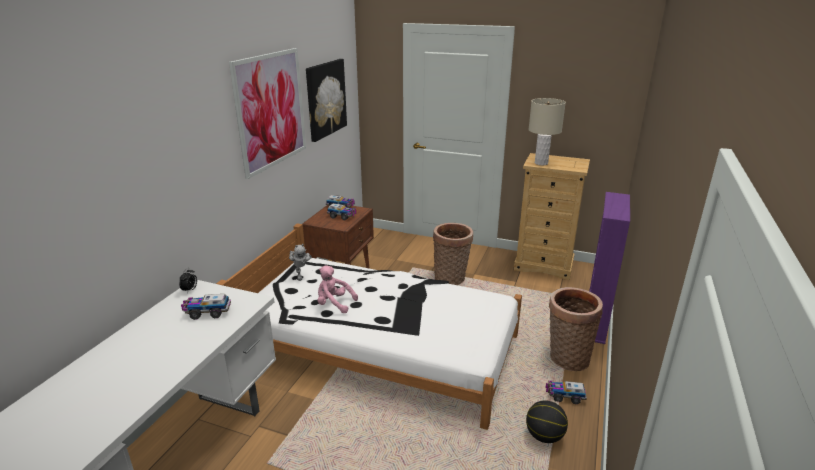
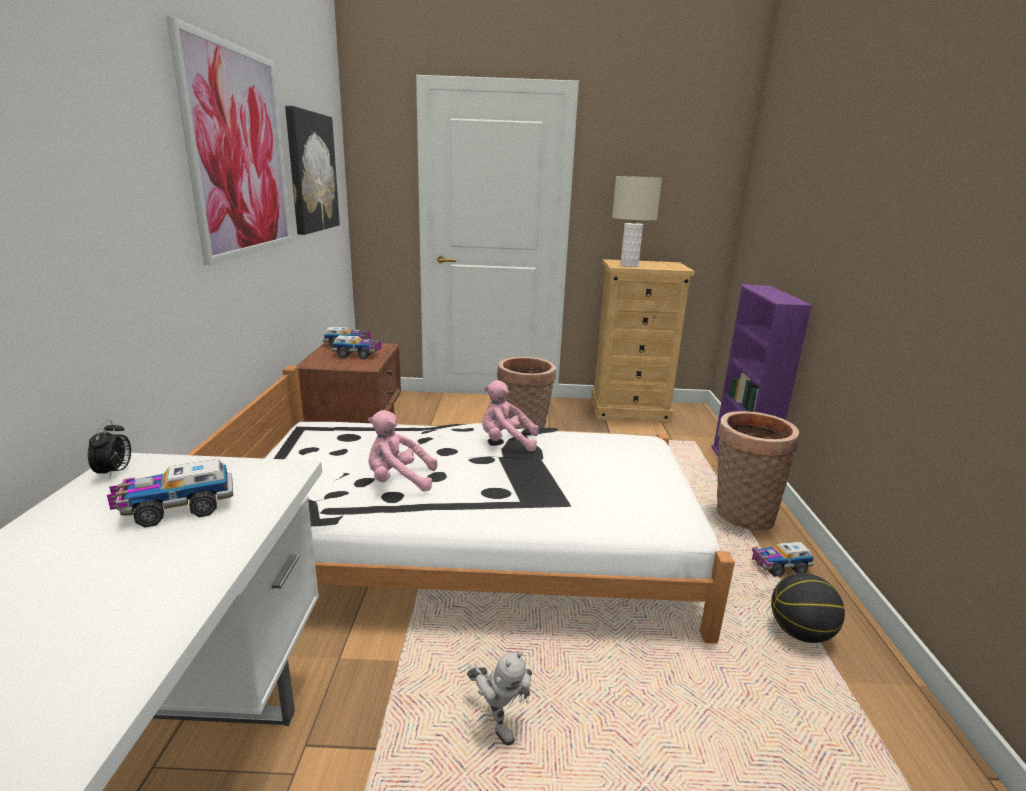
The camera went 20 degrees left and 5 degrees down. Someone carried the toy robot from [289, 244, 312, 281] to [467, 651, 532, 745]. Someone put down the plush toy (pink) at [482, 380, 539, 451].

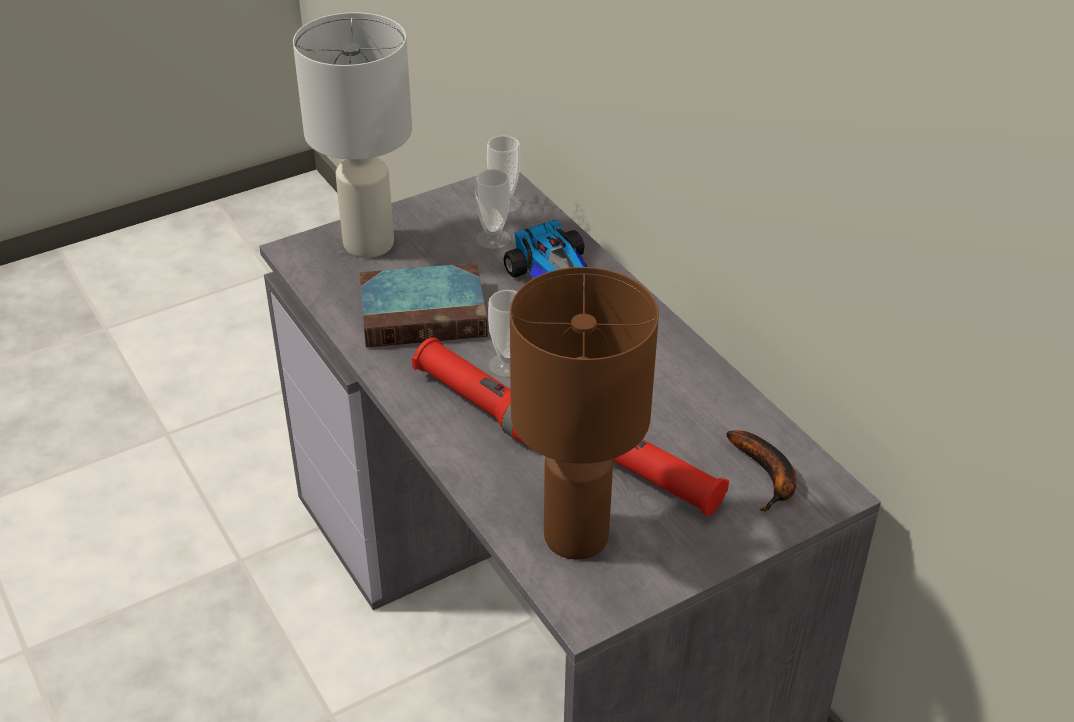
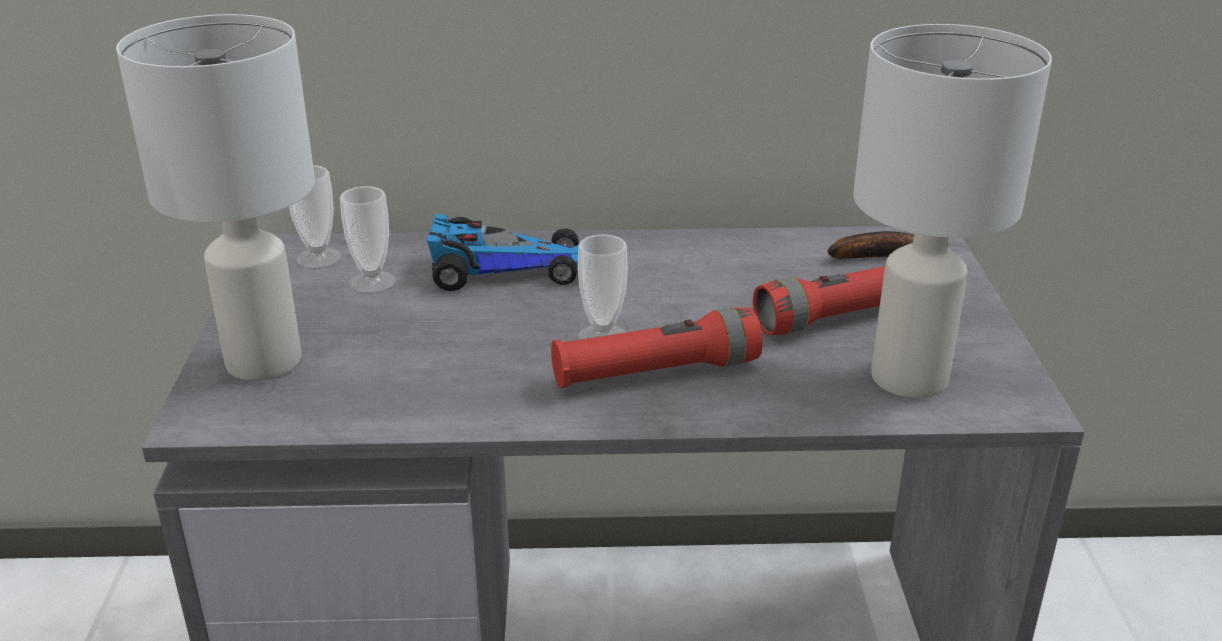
The camera went 60 degrees left and 10 degrees down. Someone repainted the table lamp (brown) at [510, 267, 659, 560], which became the table lamp (white) at [853, 24, 1052, 398]. Someone took away the book at [360, 263, 488, 347].

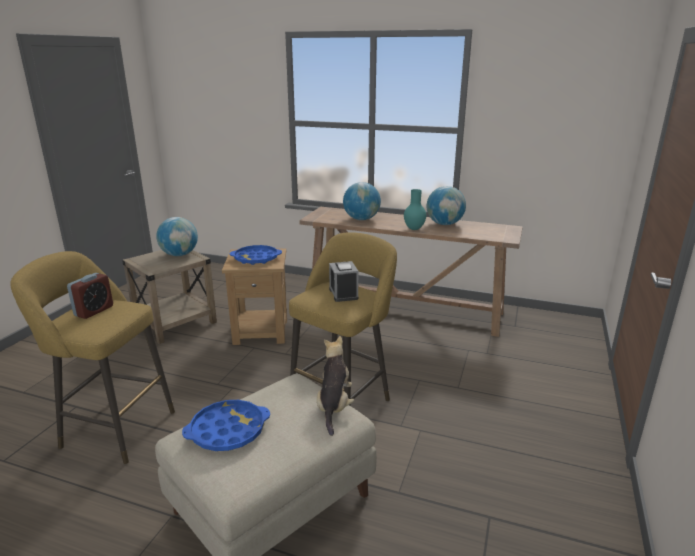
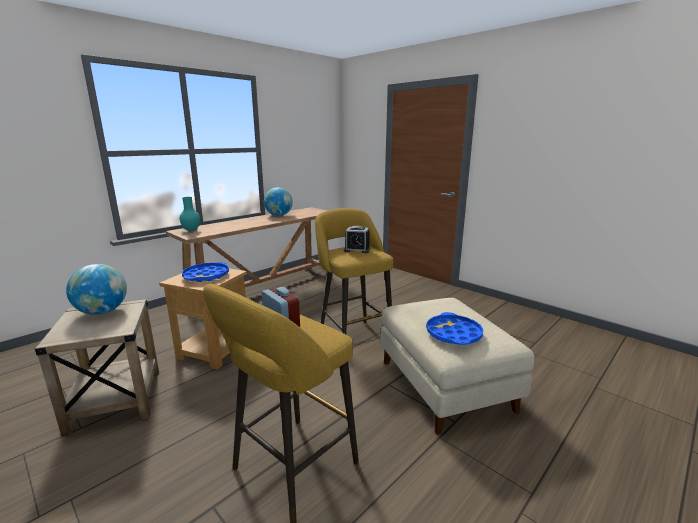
The camera went 65 degrees left and 5 degrees down. Someone carried the vase (turquoise) from [404, 189, 426, 230] to [180, 197, 200, 231]. Someone took away the plush toy at [317, 336, 355, 436]. Someone took away the globe at [343, 182, 381, 220].

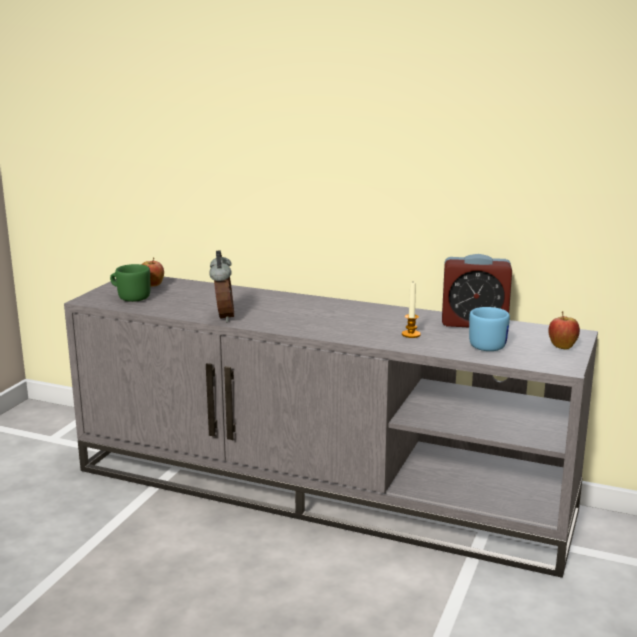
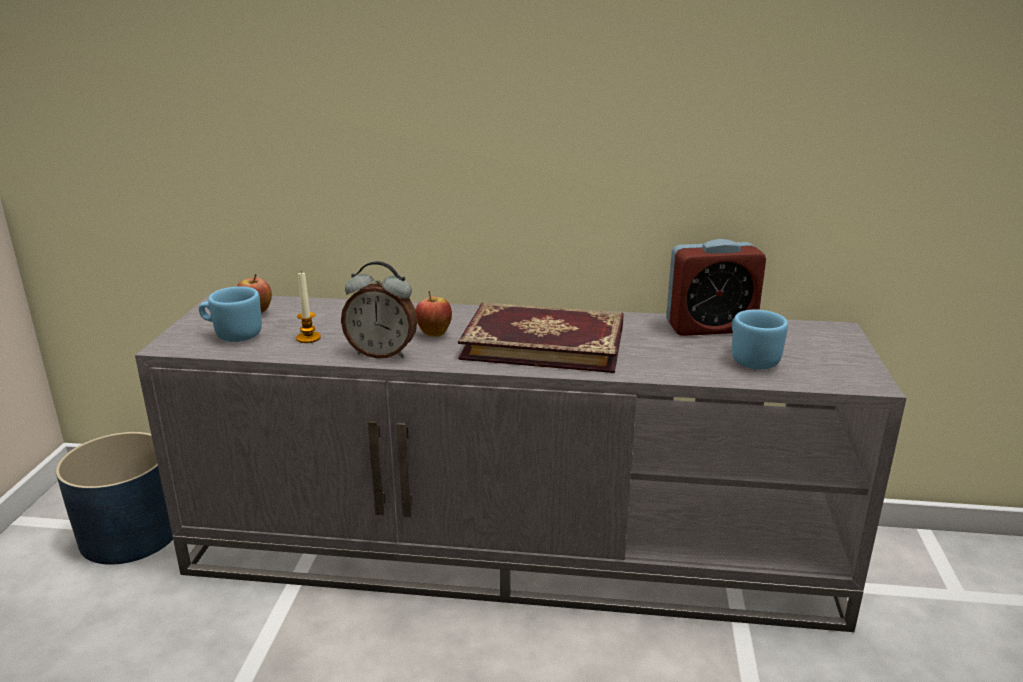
The camera went 15 degrees left and 5 degrees up. Someone put down the planter (blue) at [56, 432, 173, 565]. Someone repainted the mug (green) at [110, 264, 150, 302], which became the mug (blue) at [199, 286, 262, 342]. Someone carried the candle from [402, 283, 421, 338] to [296, 272, 321, 343]. Someone rotated the alarm clock at [209, 250, 234, 322] by 120 degrees clockwise. Someone carried the apple from [548, 311, 580, 350] to [416, 291, 452, 337]. Someone put down the book at [458, 302, 624, 373].

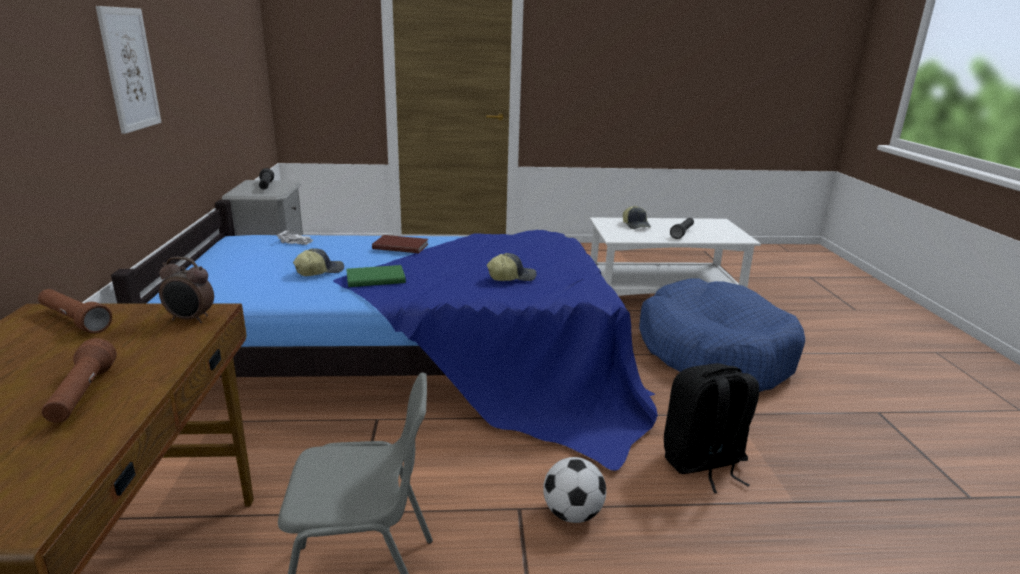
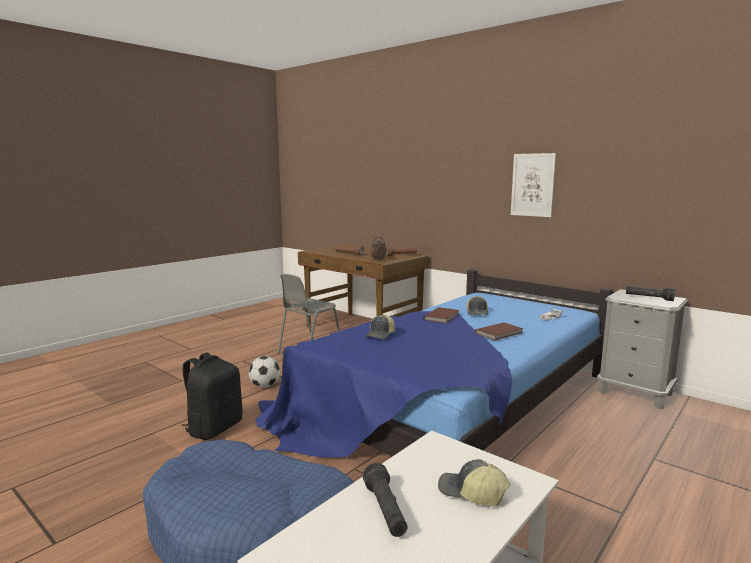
The camera went 135 degrees right and 10 degrees down. Someone repainted the book (green) at [346, 265, 406, 287], which became the book (brown) at [424, 307, 459, 323].

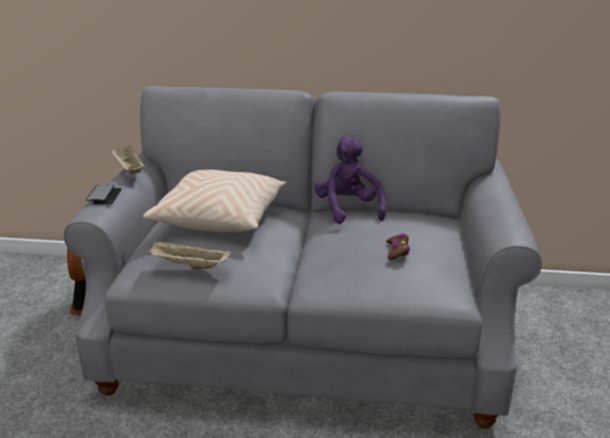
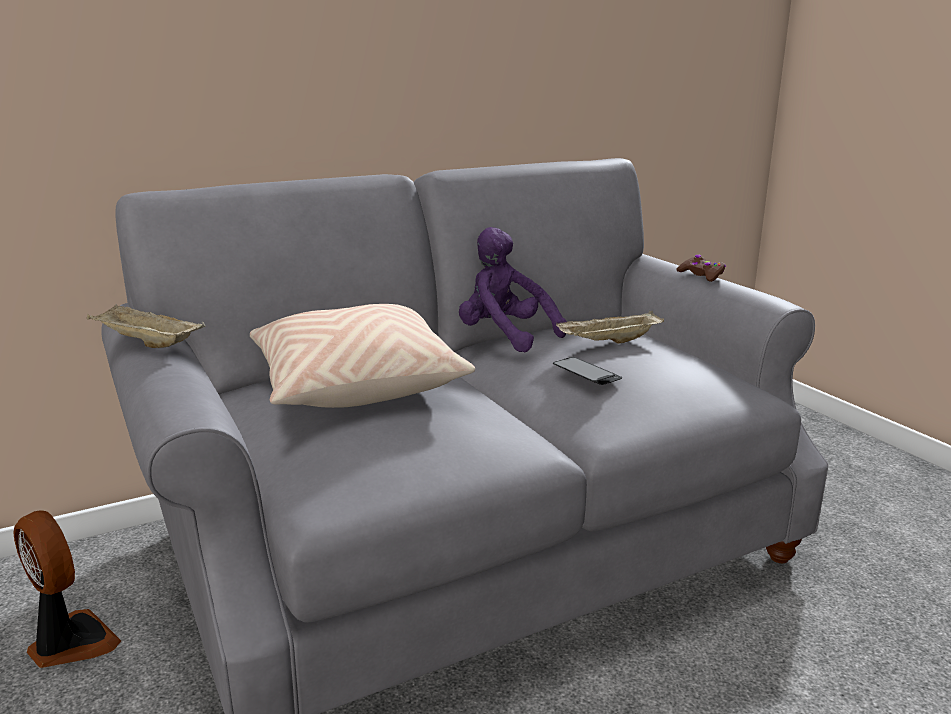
The camera went 35 degrees left and 5 degrees down. Someone carried the phone from [86, 185, 122, 204] to [553, 357, 622, 385]. Someone carried the tray (beige) from [147, 240, 232, 269] to [556, 311, 664, 344]. Someone carried the game controller (brown) from [386, 233, 410, 260] to [677, 255, 726, 282].

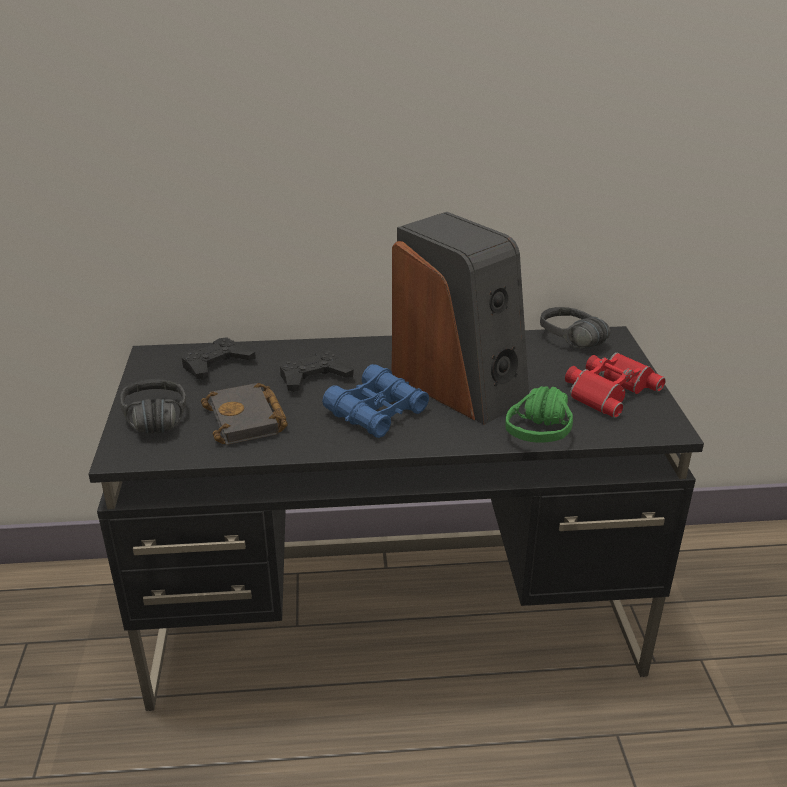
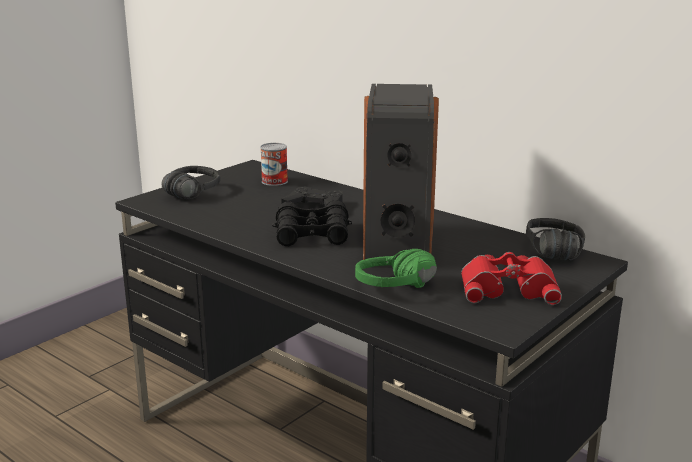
The camera went 45 degrees right and 10 degrees down. Someone swapped the game controller (black) at [181, 337, 256, 380] for the can at [260, 143, 288, 186]. Someone repainted the binoculars (blue) at [322, 364, 429, 438], which became the binoculars (black) at [272, 200, 352, 246]. Someone took away the book (black) at [201, 383, 288, 445].

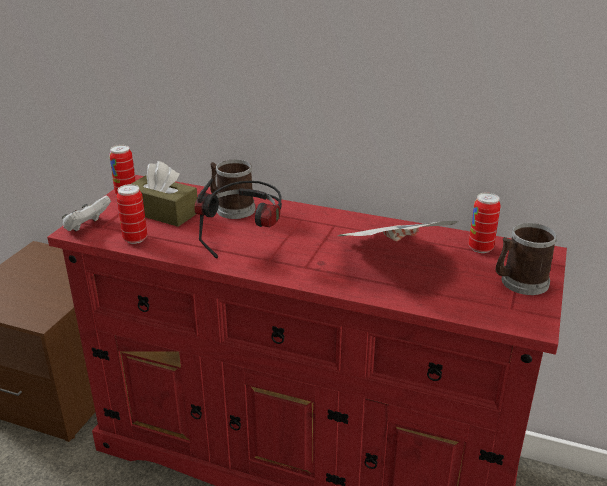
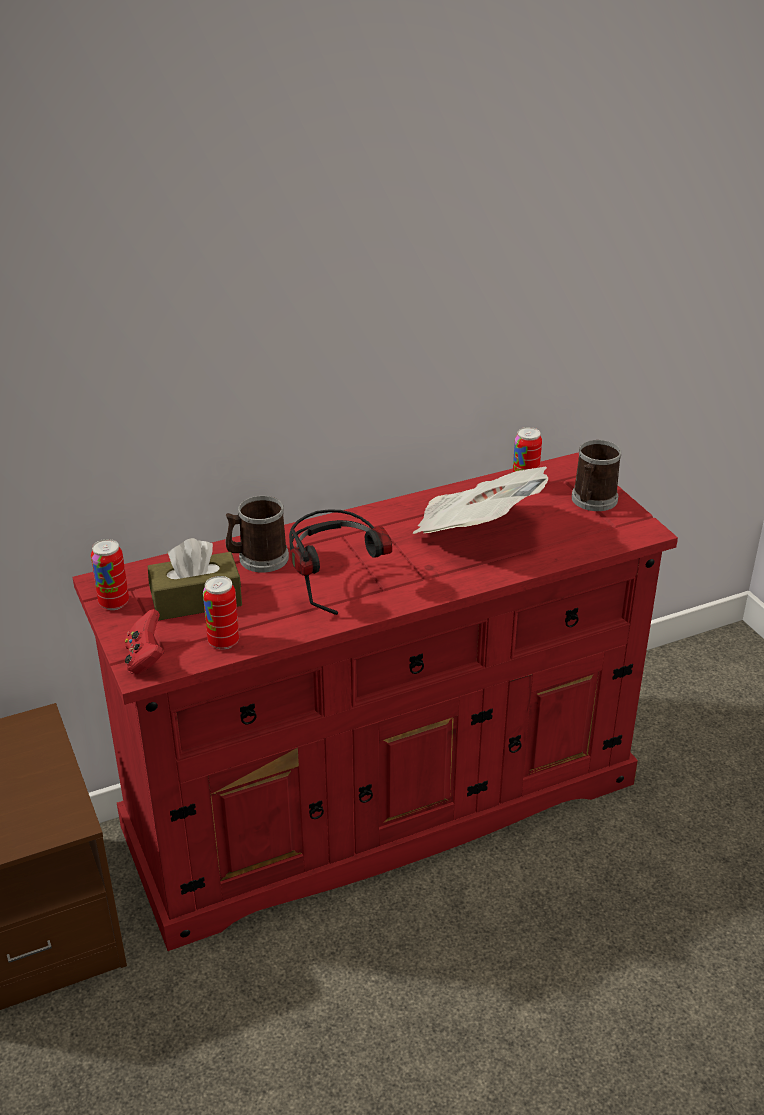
The camera went 45 degrees left and 5 degrees up. Someone repainted the game controller (white) at [62, 196, 111, 231], which became the game controller (red) at [125, 609, 164, 674].

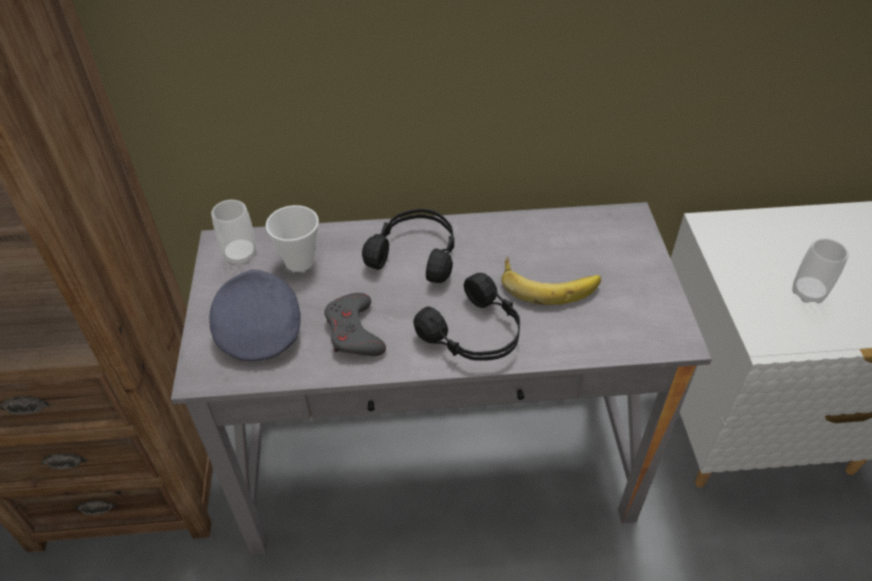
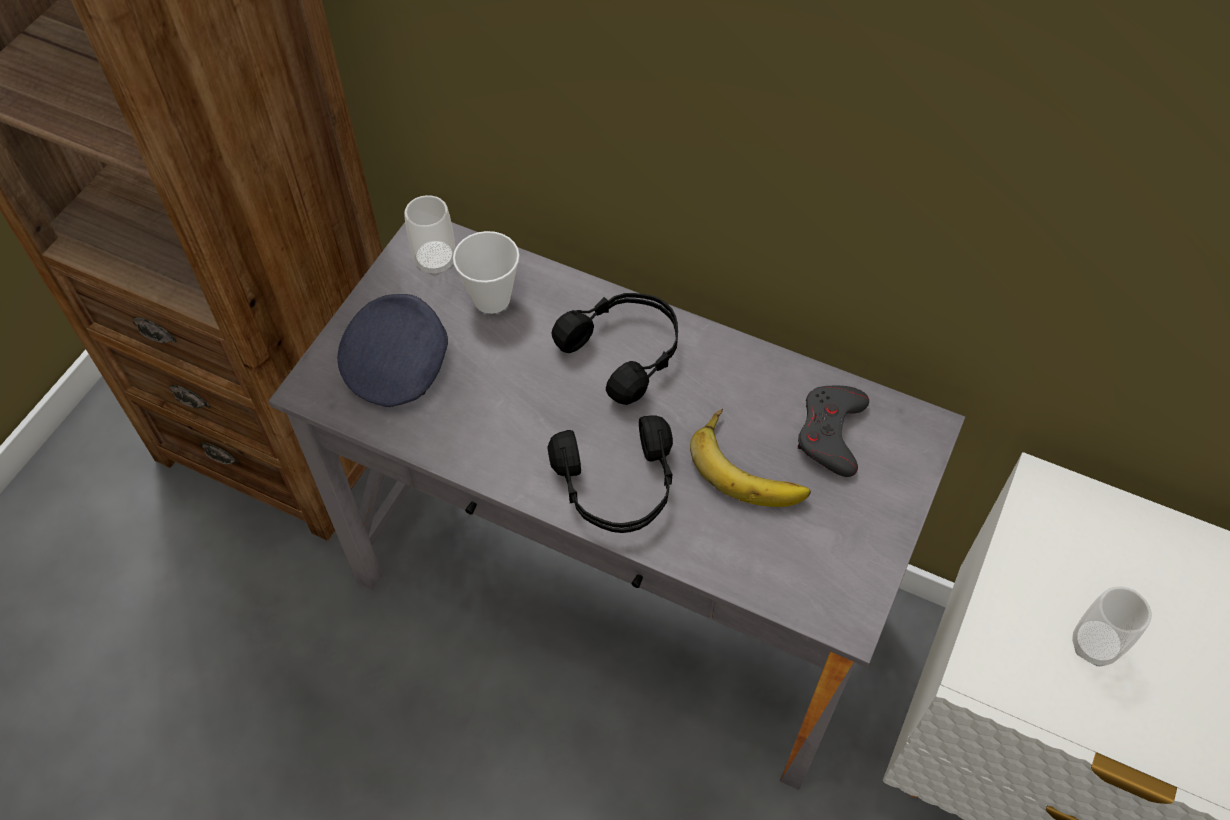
The camera went 30 degrees right and 10 degrees up. Someone carried the game controller (grey) from [324, 293, 386, 356] to [798, 386, 869, 477].

